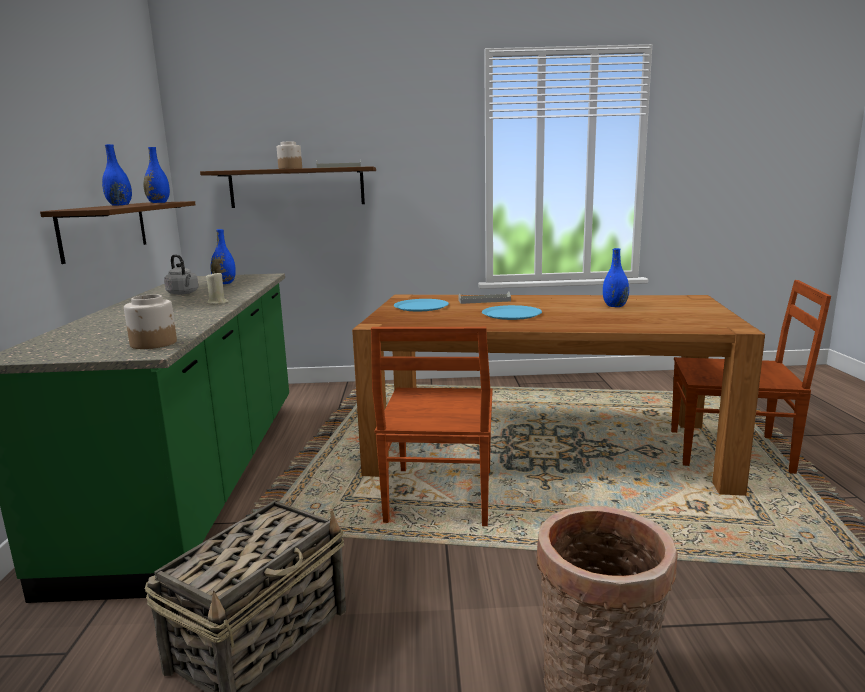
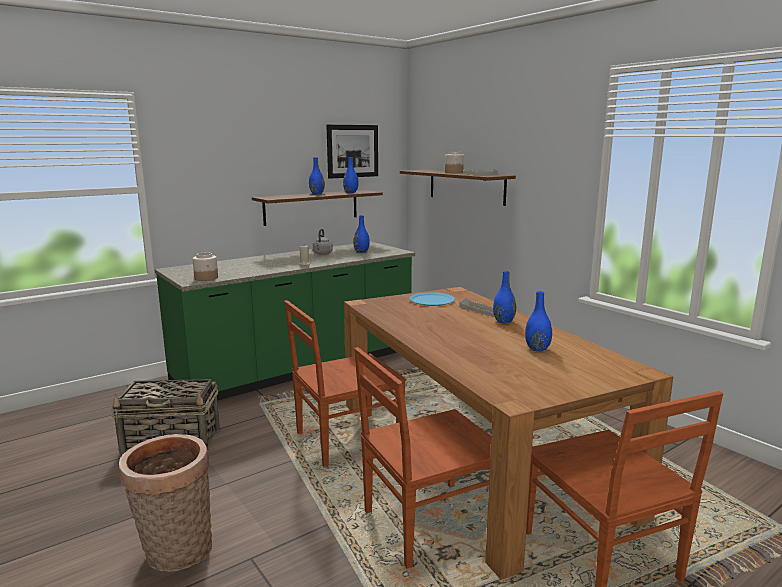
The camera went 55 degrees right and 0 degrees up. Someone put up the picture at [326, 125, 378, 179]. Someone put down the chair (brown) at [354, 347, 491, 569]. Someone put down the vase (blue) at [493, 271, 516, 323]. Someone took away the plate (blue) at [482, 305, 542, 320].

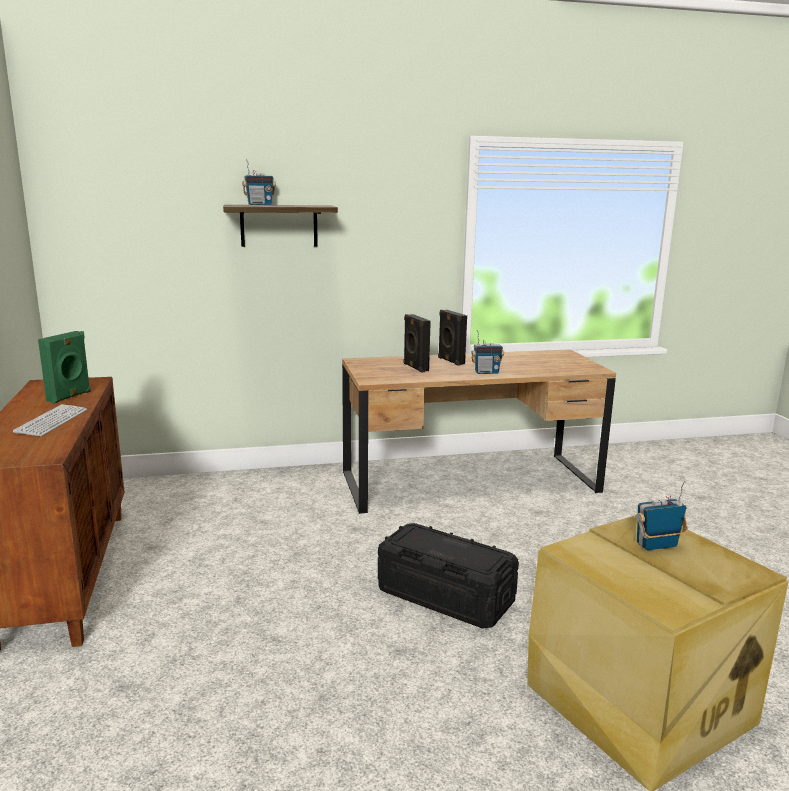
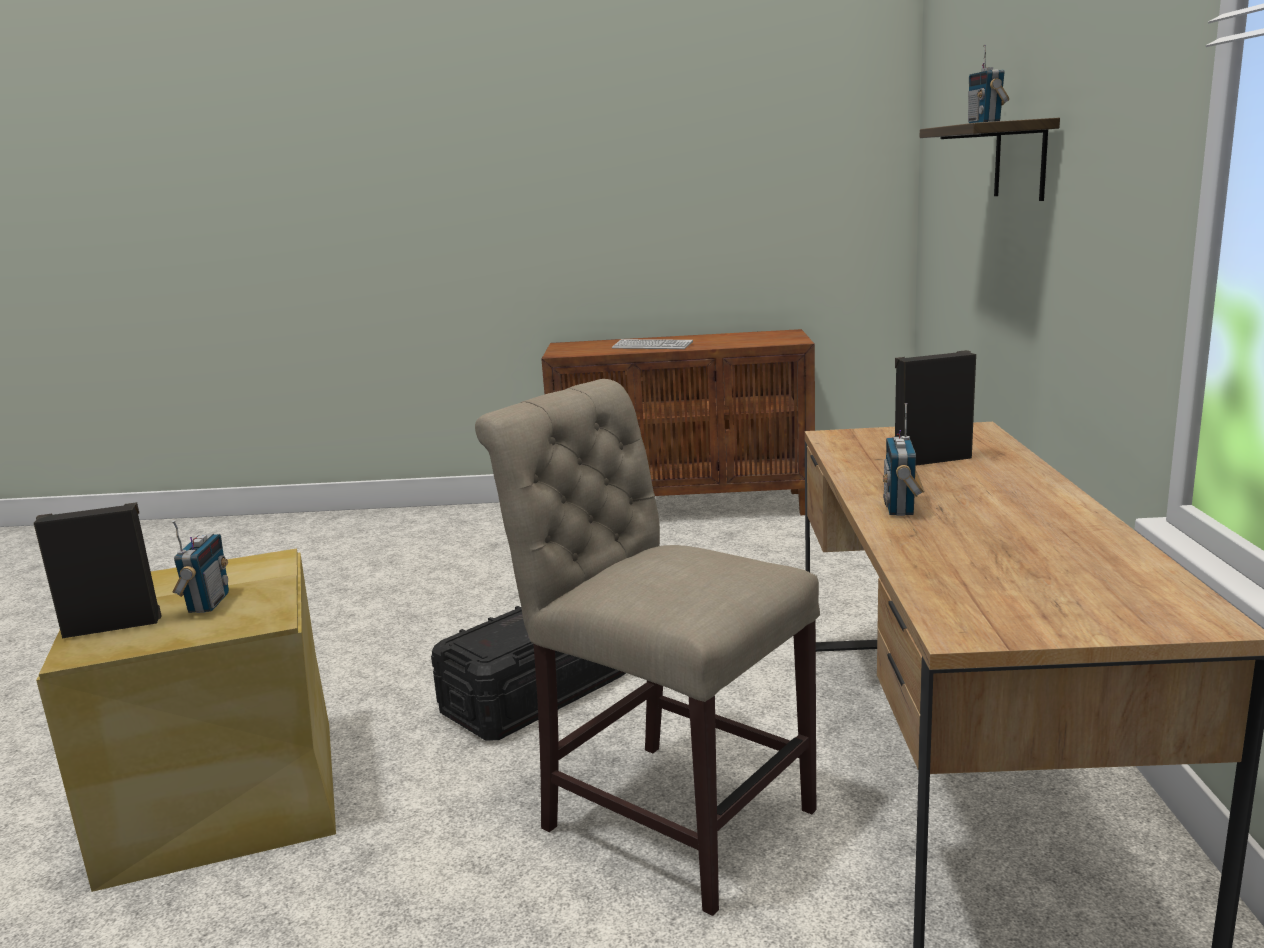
The camera went 105 degrees right and 0 degrees up. Someone carried the speaker (black) from [438, 310, 467, 366] to [34, 502, 162, 638]. Someone put down the chair (beige) at [475, 379, 820, 916]. Someone took away the speaker (green) at [38, 331, 91, 403].

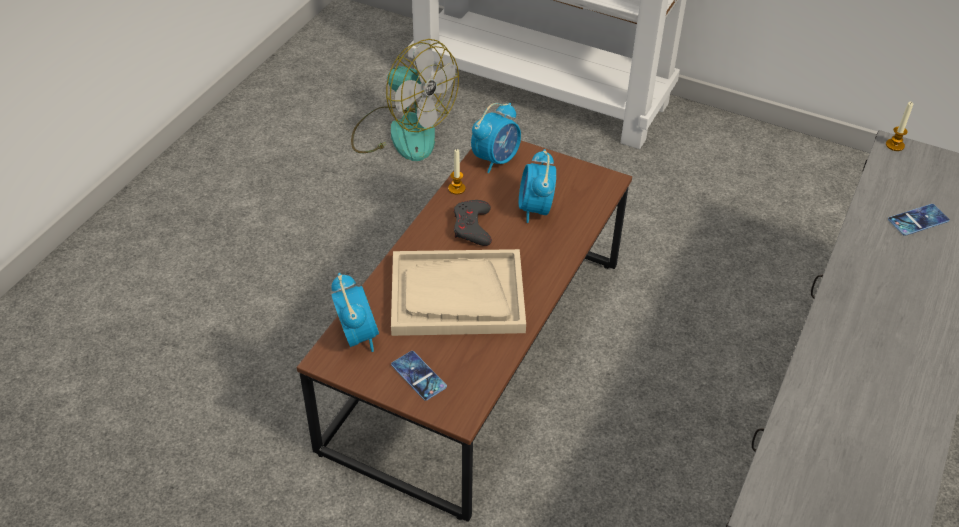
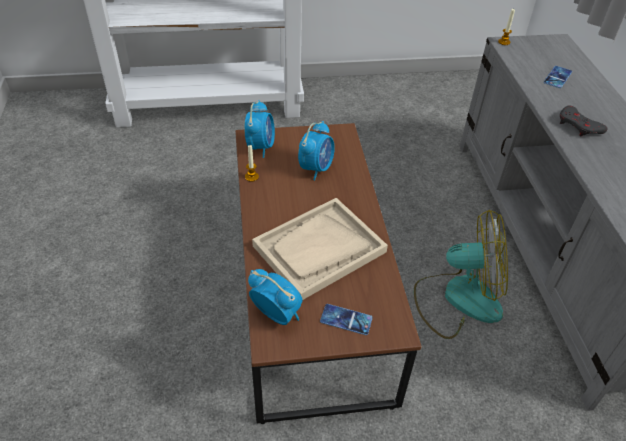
The camera went 35 degrees left and 0 degrees up. Someone rotated the alarm clock at [519, 149, 556, 223] by 120 degrees counterclockwise. Someone carried the fan from [351, 39, 459, 161] to [414, 210, 508, 339]. Someone carried the game controller (grey) from [454, 200, 492, 246] to [560, 105, 607, 136].

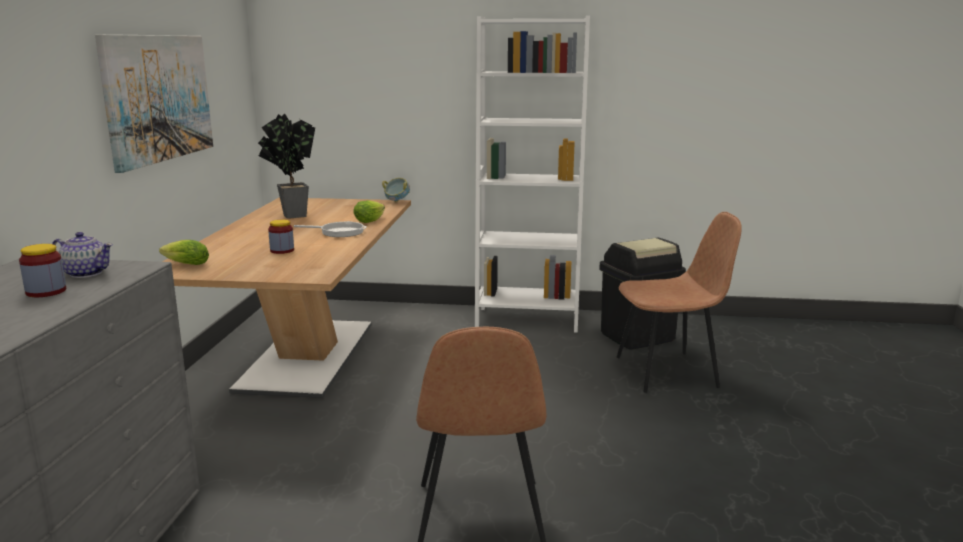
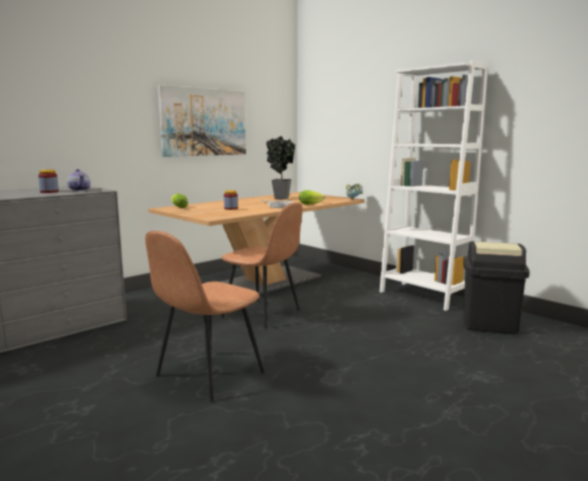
The camera went 40 degrees right and 5 degrees down. Someone carried the chair (brown) from [617, 212, 742, 393] to [221, 202, 303, 329].

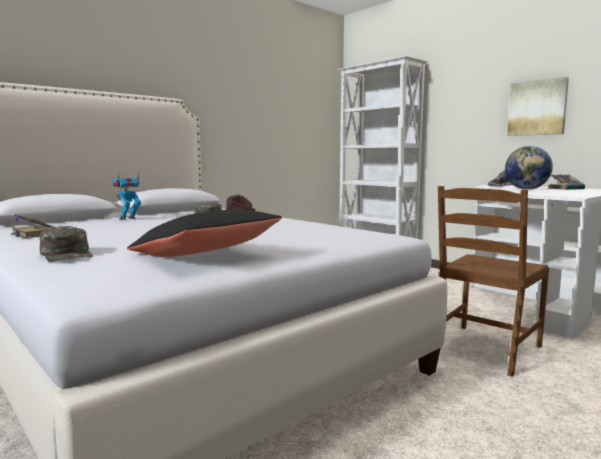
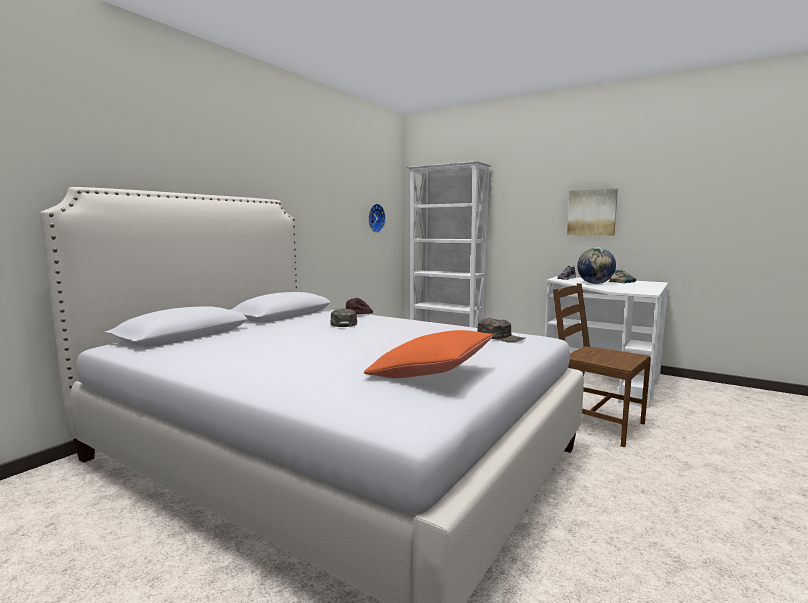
The camera went 15 degrees left and 0 degrees up. Someone repainted the pillow (black) at [127, 209, 282, 257], which became the pillow (orange) at [364, 330, 493, 378]. Someone put up the wall clock at [368, 204, 386, 233]. Someone carried the cap (green) from [40, 226, 93, 262] to [477, 318, 525, 343]. Someone rotated the chair (brown) at [438, 186, 549, 377] by 105 degrees clockwise. Someone took away the book at [11, 214, 54, 239]. Someone took away the toy robot at [112, 170, 141, 220].

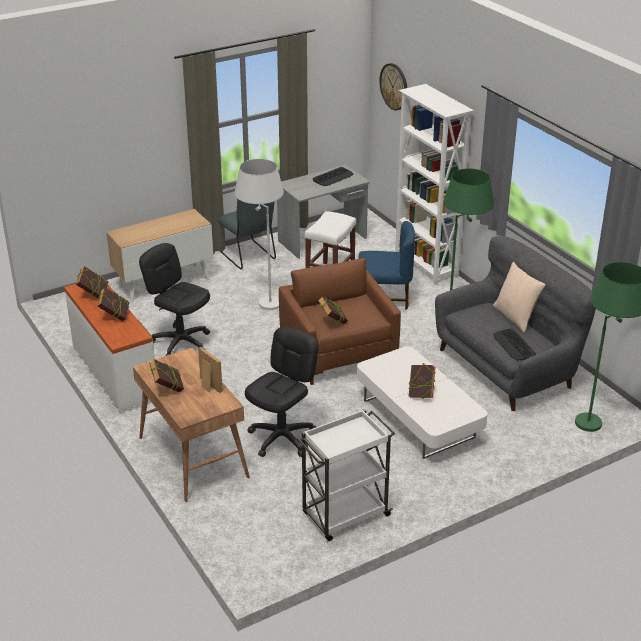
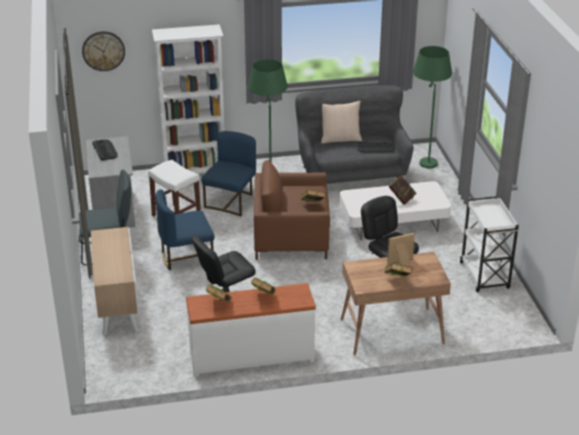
The camera went 70 degrees left and 0 degrees up. Someone swapped the floor lamp (white) at [235, 159, 284, 310] for the chair (blue) at [155, 189, 214, 270].

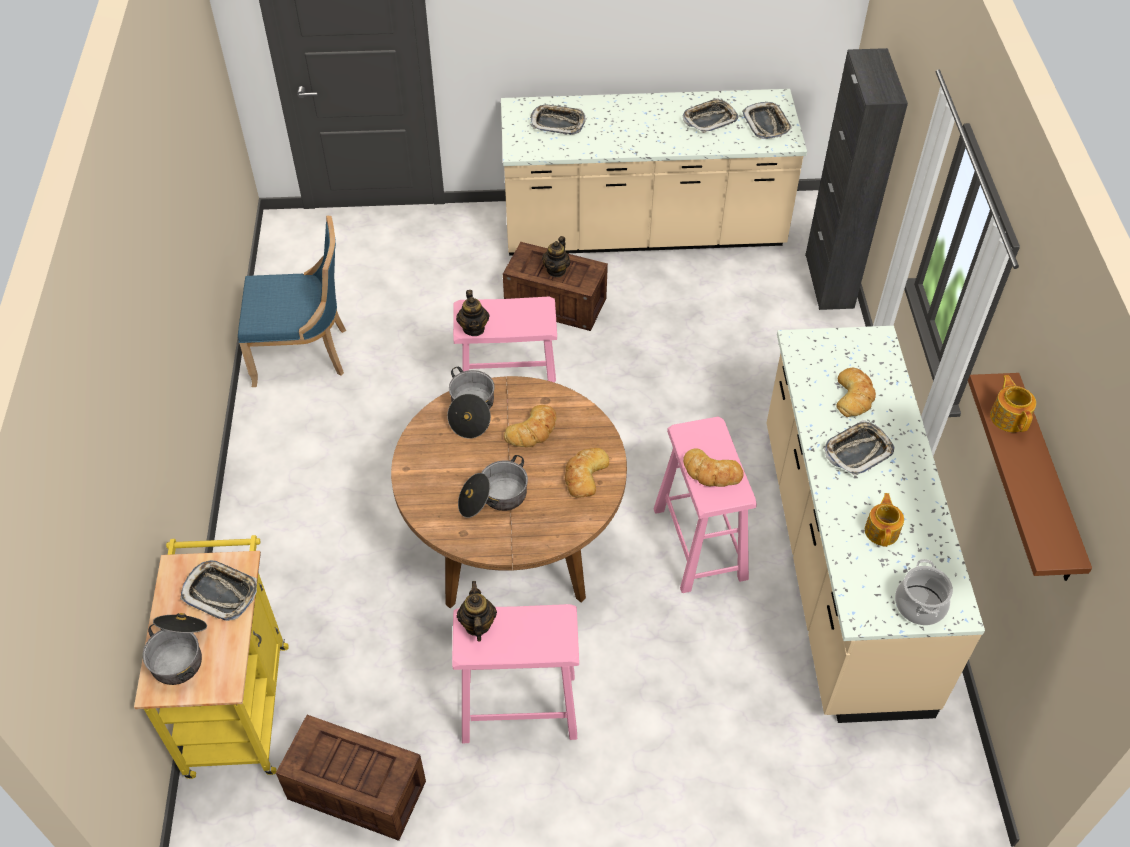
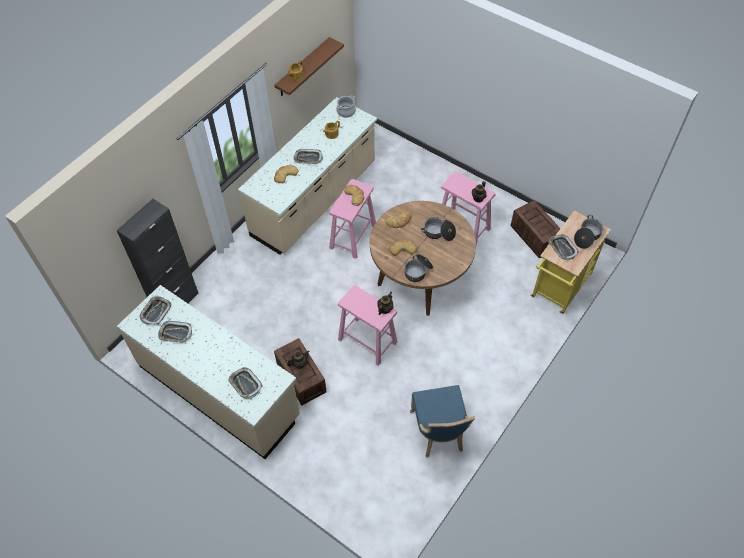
The camera went 140 degrees left and 5 degrees up. Someone rotated the chair (blue) at [238, 216, 346, 387] by 135 degrees counterclockwise.

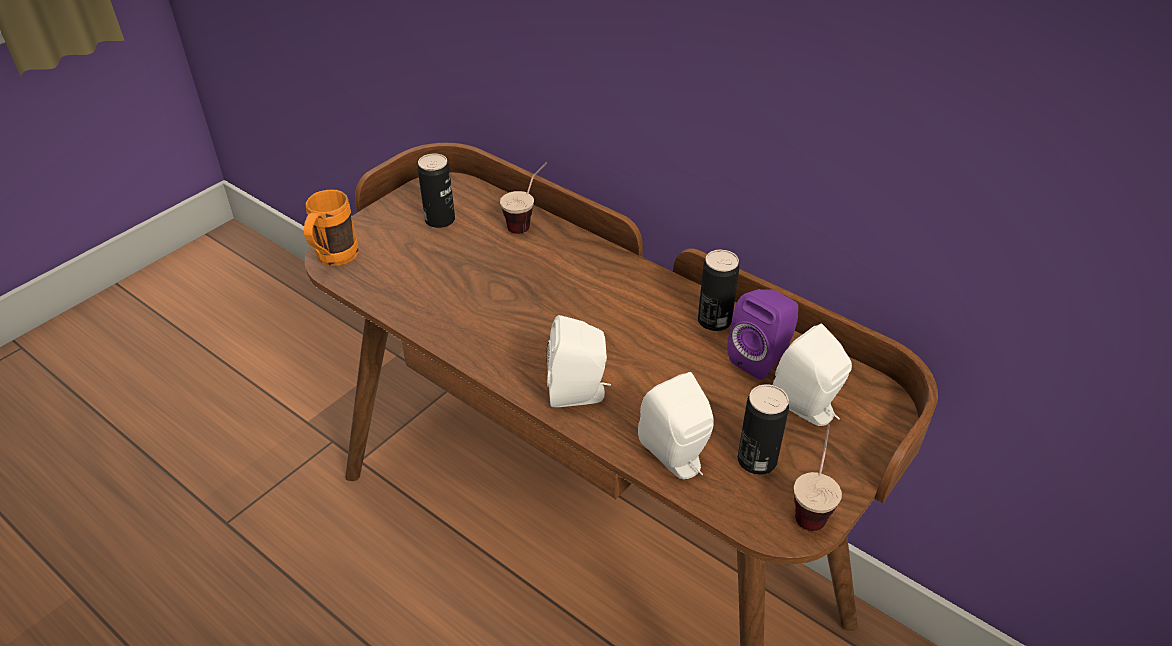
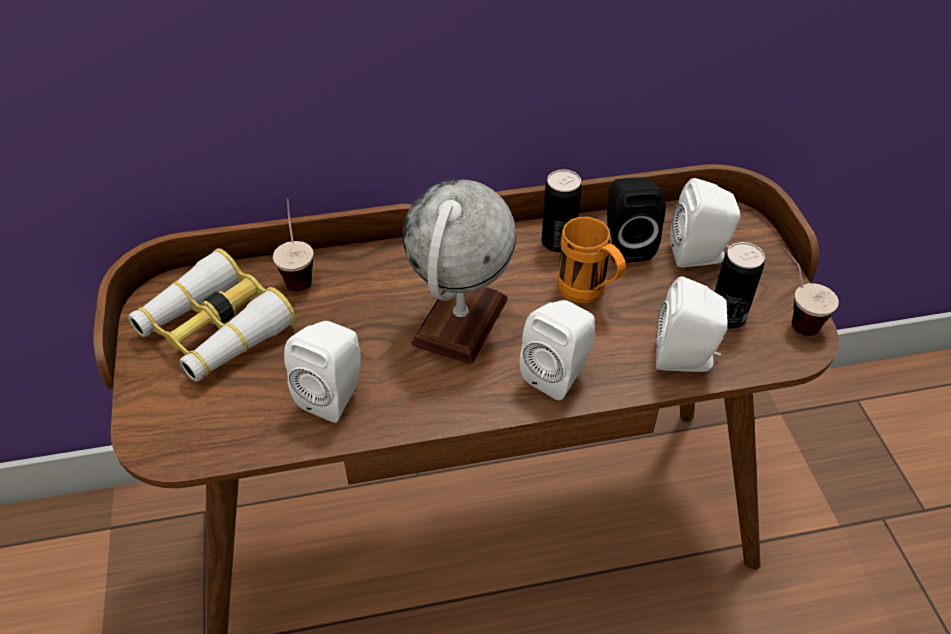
The camera went 50 degrees left and 5 degrees up. Someone swapped the can at [418, 154, 455, 228] for the binoculars at [128, 248, 296, 382]. Someone put down the speaker (white) at [284, 321, 361, 423]. Someone put down the globe at [403, 179, 516, 364]. Someone carried the mug (orange) from [304, 190, 359, 266] to [557, 217, 626, 303]. Someone repainted the speaker (purple) at [727, 289, 798, 380], which became the speaker (black) at [607, 177, 666, 263].

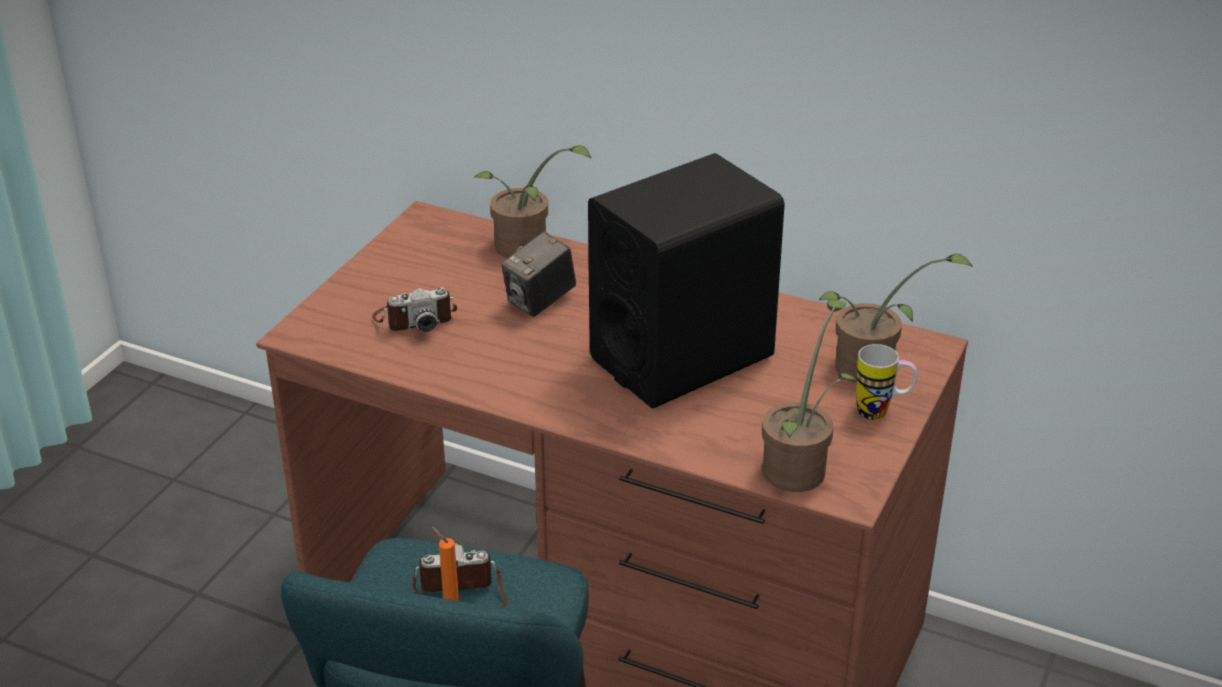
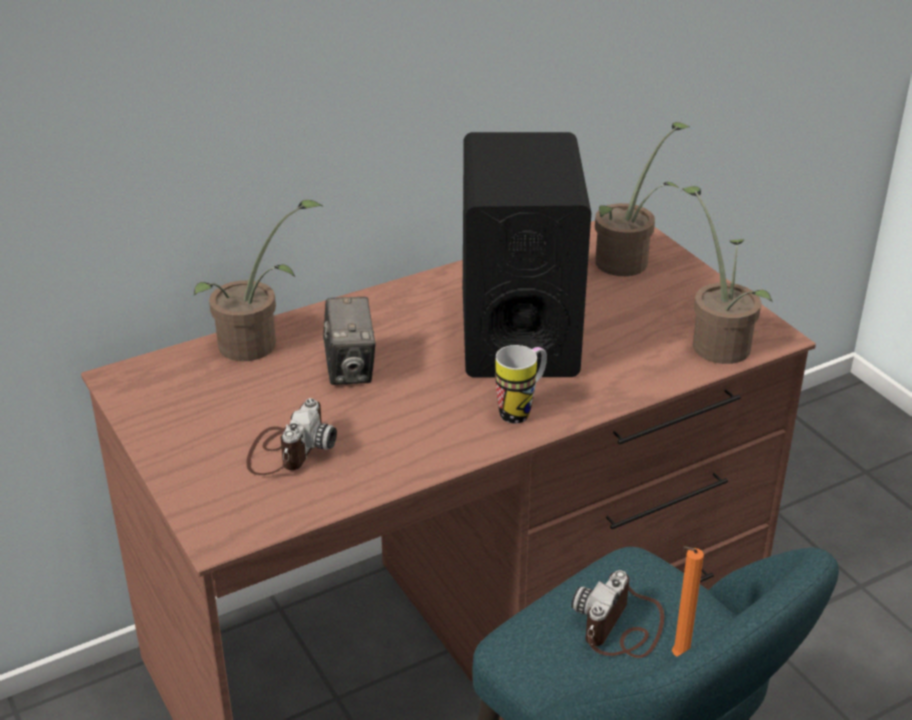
The camera went 55 degrees left and 0 degrees up. Someone carried the mug from [856, 344, 918, 420] to [495, 345, 547, 424].

